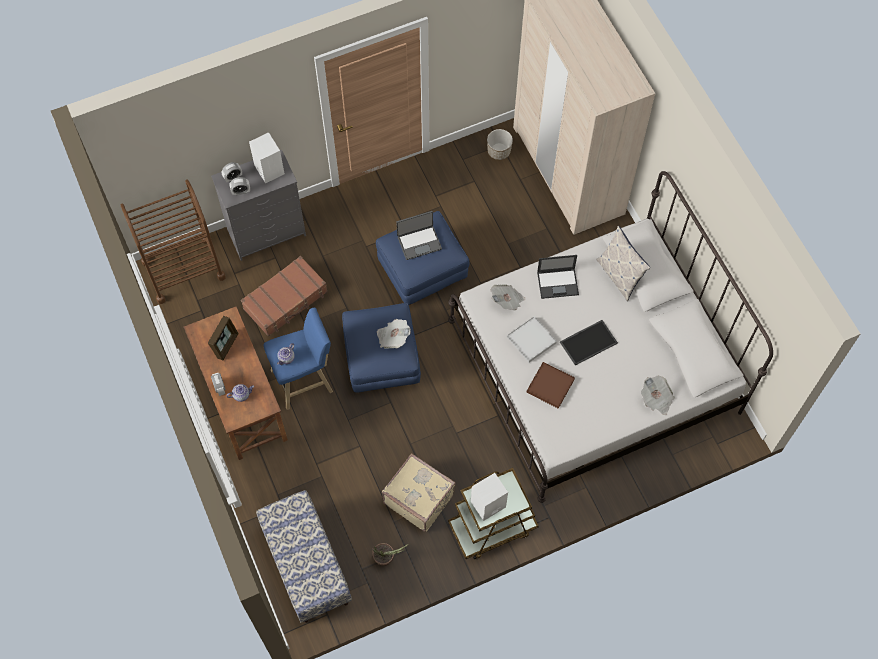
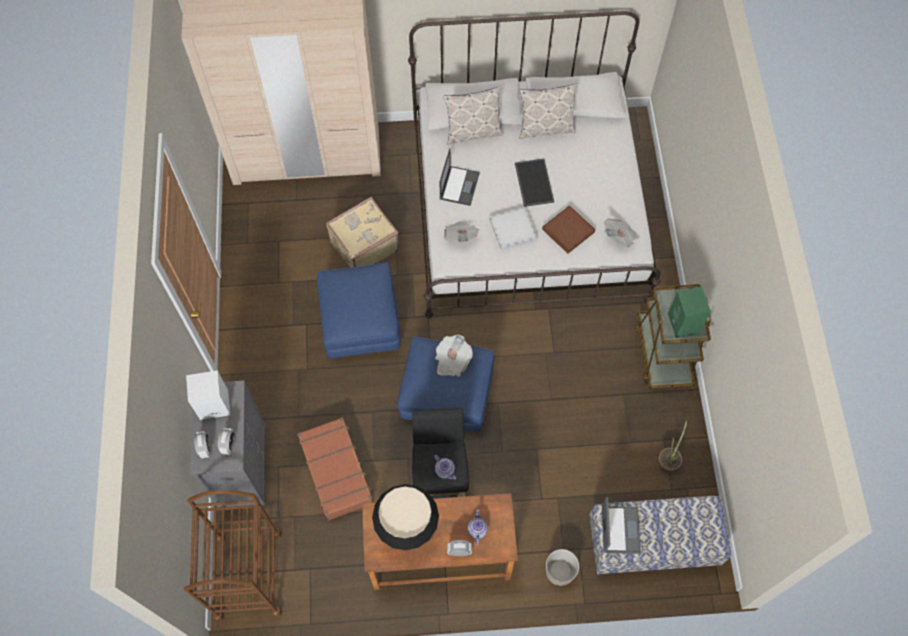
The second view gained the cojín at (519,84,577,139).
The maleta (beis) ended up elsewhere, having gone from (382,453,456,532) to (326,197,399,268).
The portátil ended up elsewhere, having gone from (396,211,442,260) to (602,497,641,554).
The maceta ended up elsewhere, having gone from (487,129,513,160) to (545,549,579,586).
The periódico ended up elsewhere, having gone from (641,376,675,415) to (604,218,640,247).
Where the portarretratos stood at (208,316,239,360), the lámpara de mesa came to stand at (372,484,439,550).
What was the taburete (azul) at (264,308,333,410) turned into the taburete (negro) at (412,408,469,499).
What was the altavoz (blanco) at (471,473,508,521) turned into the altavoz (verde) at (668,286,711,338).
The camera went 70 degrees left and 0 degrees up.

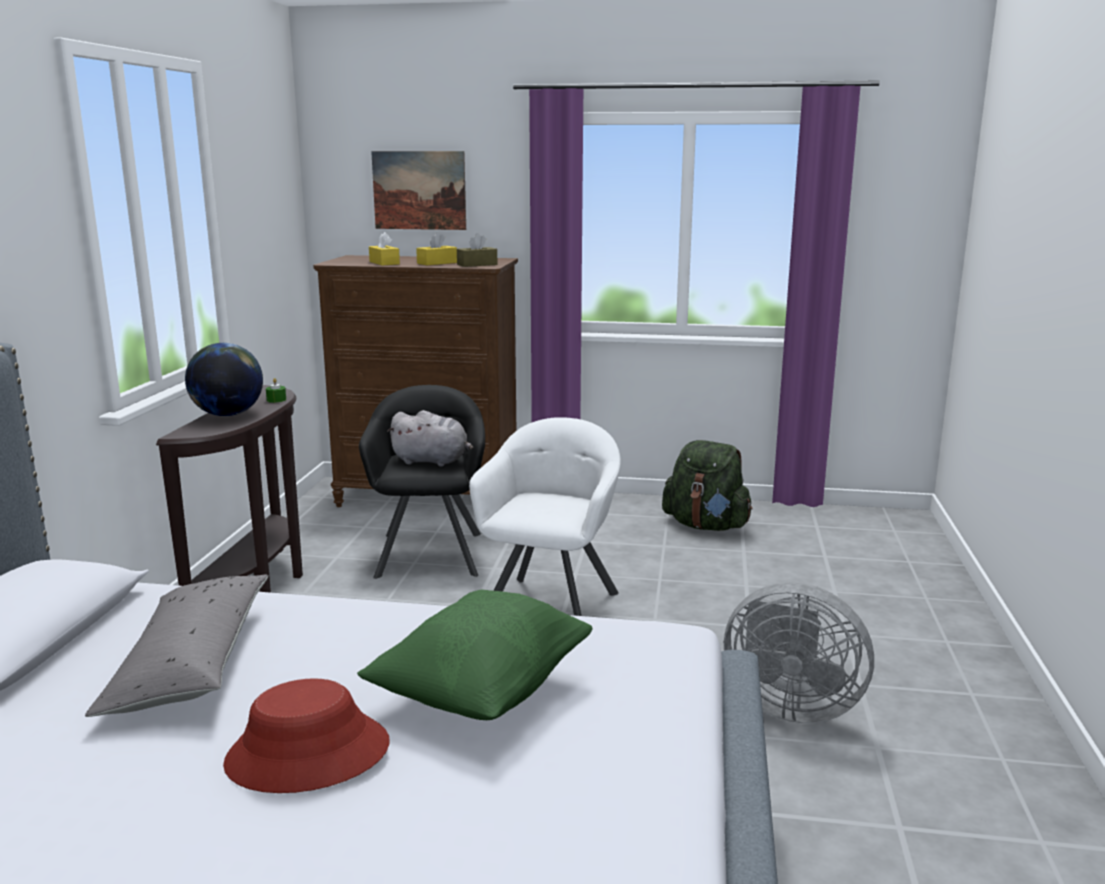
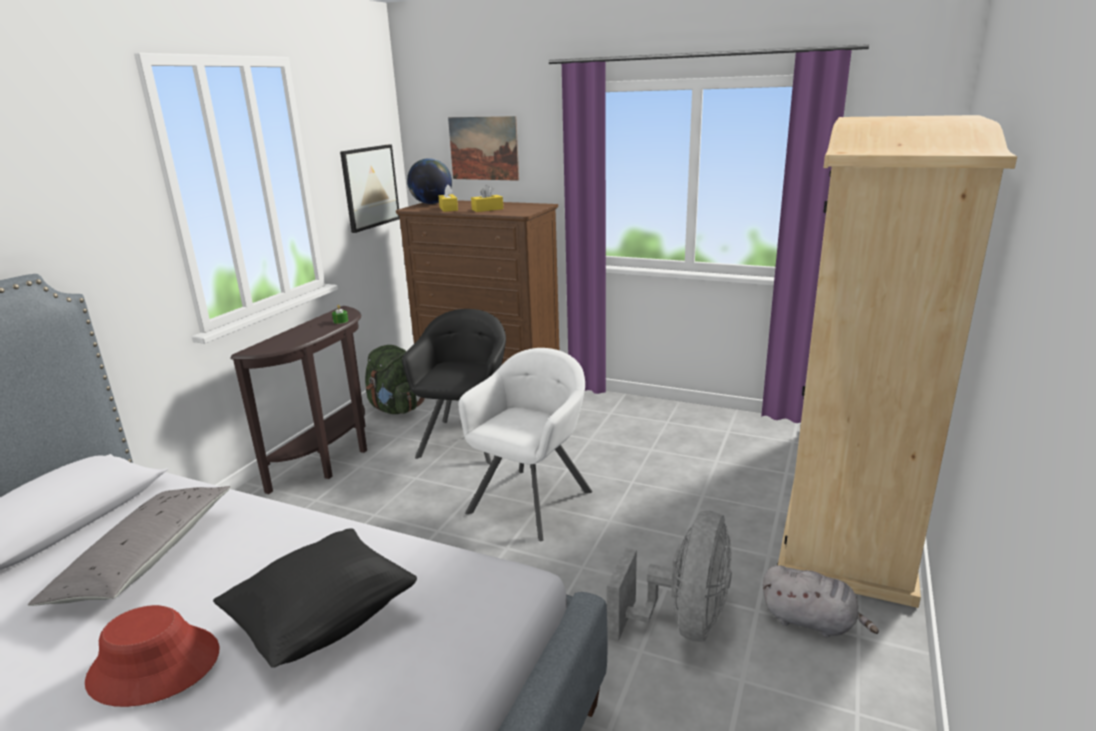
The second view lost the caja de pañuelos (marrón) at (457,233,497,267).
The second view gained the cuadro at (340,144,400,233).
The second view gained the armario ropero (beis) at (777,115,1017,608).
The globo terráqueo ended up elsewhere, having gone from (185,343,263,416) to (407,158,452,204).
The peluche (gris) ended up elsewhere, having gone from (387,410,473,467) to (763,565,879,638).
The mochila (verde) ended up elsewhere, having gone from (662,440,753,531) to (365,345,425,414).
What was the cojín (verde) at (357,590,593,720) turned into the cojín (negro) at (213,528,417,668).
The ventilador (gris) at (724,582,874,723) ended up facing another way, 105 degrees counterclockwise from before.
The camera went 15 degrees right and 5 degrees up.

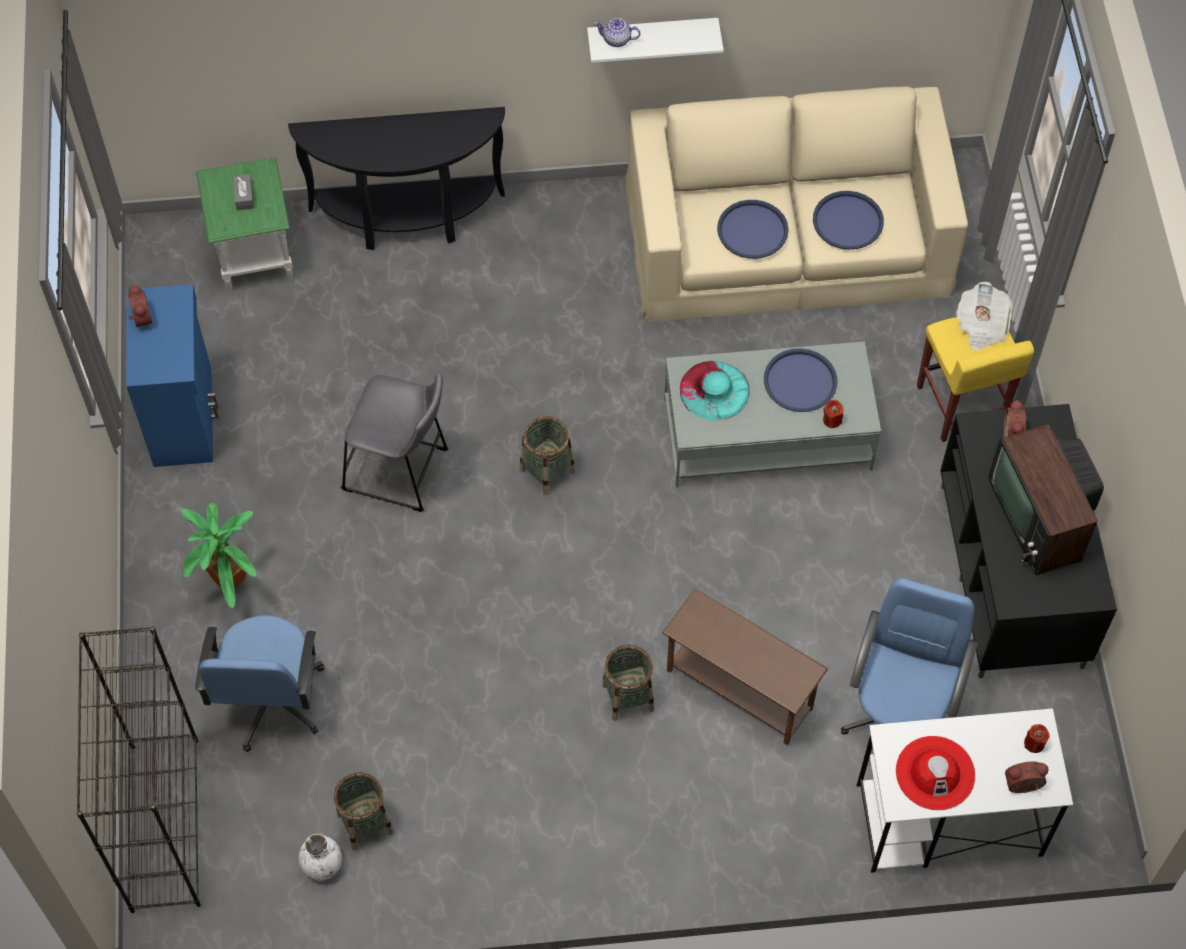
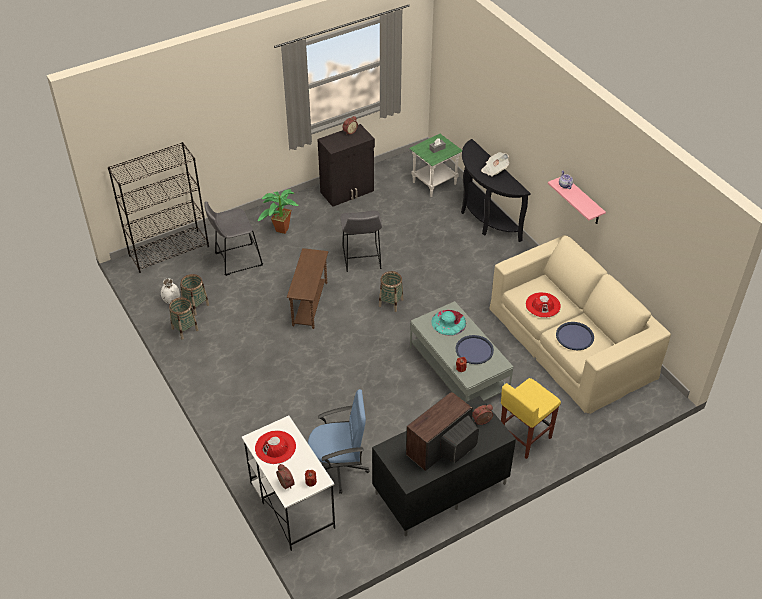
The cesta ended up elsewhere, having gone from (602,645,654,721) to (169,297,198,340).
The mesa auxiliar (marrón) ended up elsewhere, having gone from (663,589,828,745) to (287,248,328,329).
The periódico ended up elsewhere, having gone from (956,282,1013,350) to (481,152,509,177).
Where the silla de oficina (azul) stood at (195,615,324,752), the taburete (gris) came to stand at (204,201,263,276).
Where the bandeja (azul) stood at (717,200,789,259), the sombrero (rojo) came to stand at (526,292,561,318).
What was the armario (azul) at (126,284,219,467) turned into the armario (negro) at (317,124,375,207).
What was the estante (blanco) at (587,18,723,63) turned into the estante (rosa) at (548,177,606,224).
The camera went 65 degrees right and 15 degrees down.

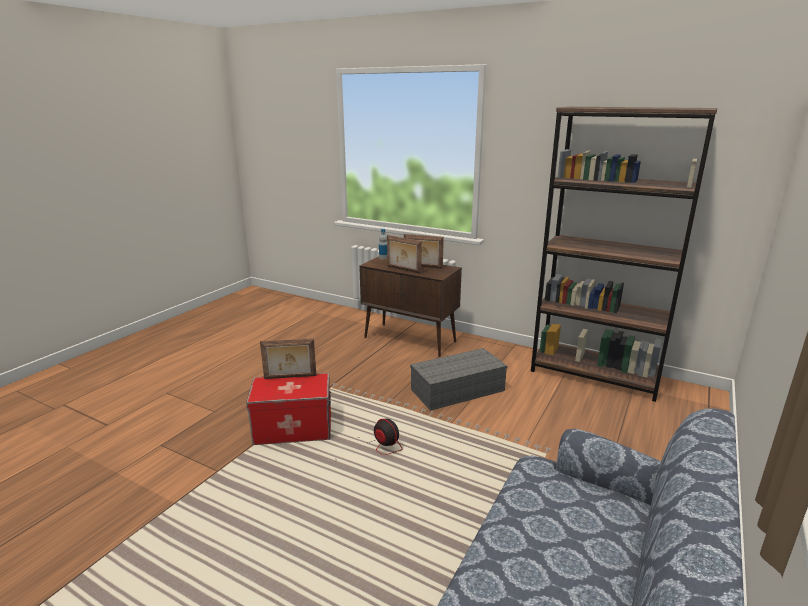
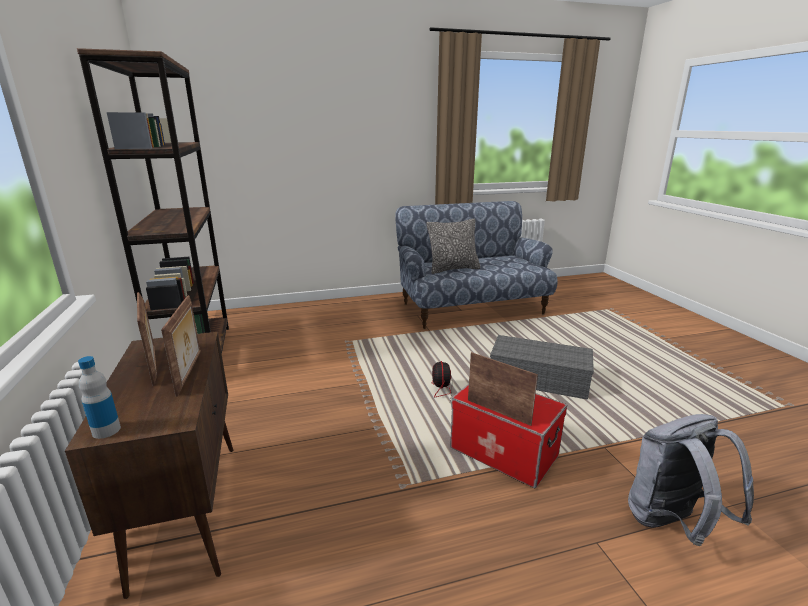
The second view gained the cojín at (426,218,481,274).
The second view gained the mochila (gris) at (628,414,754,546).
The caja de almacenaje (gris) ended up elsewhere, having gone from (410,348,508,411) to (490,335,594,400).
The camera went 135 degrees left and 0 degrees up.

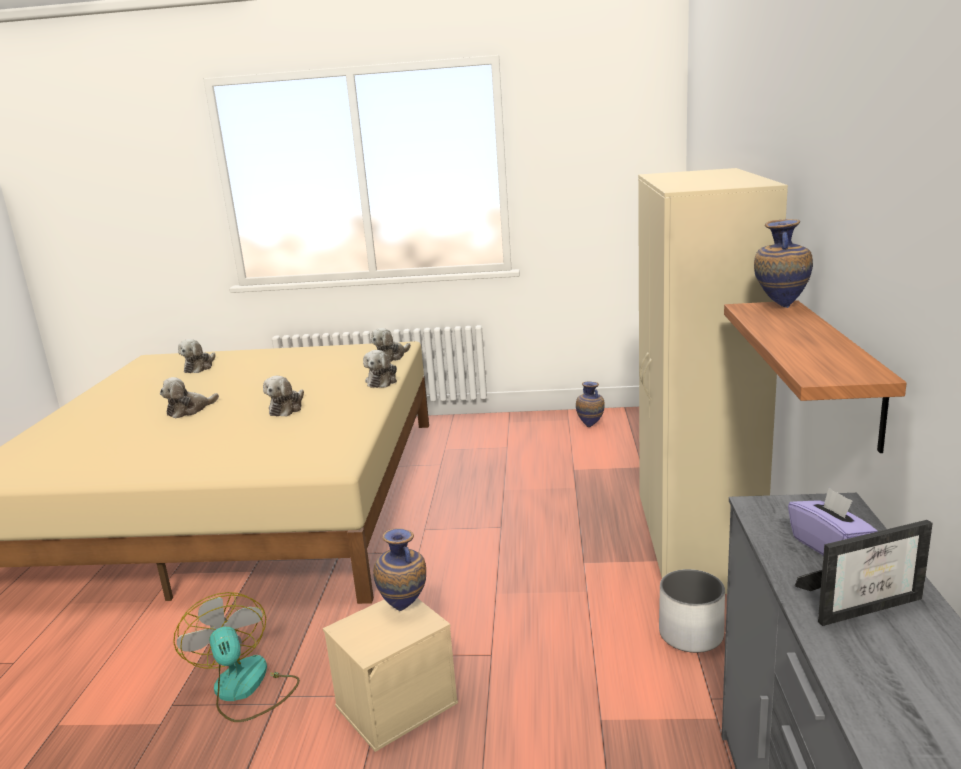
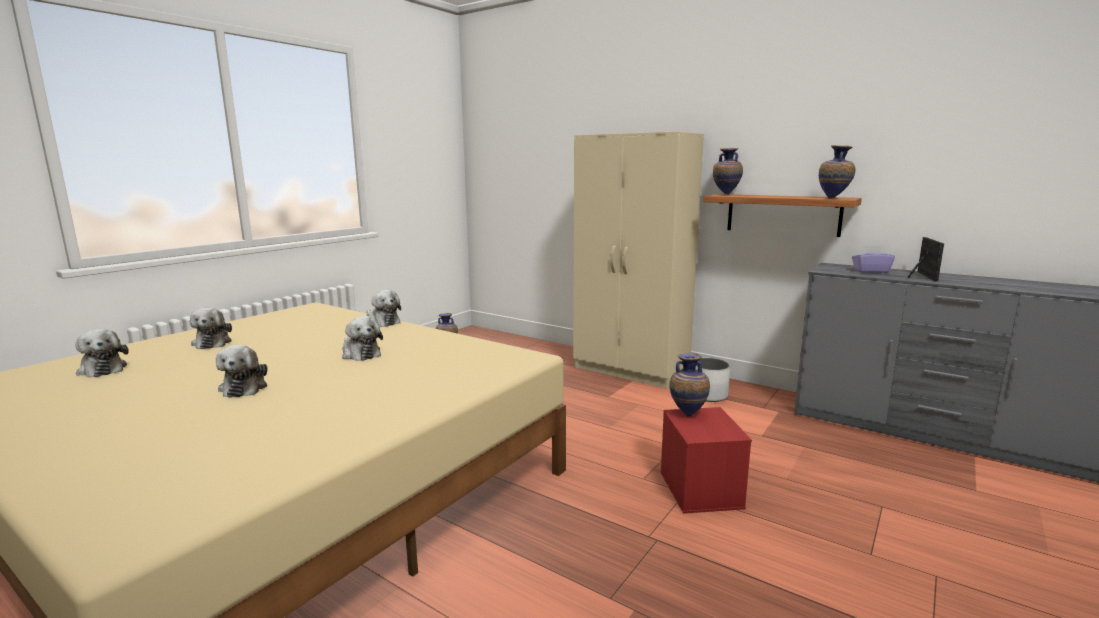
The second view lost the ventilador at (173,592,300,722).
The second view gained the florero at (819,145,856,198).
The peluche ended up elsewhere, having gone from (371,328,411,362) to (190,308,232,349).
What was the caja de almacenaje (beis) at (323,598,458,752) turned into the caja de almacenaje (rojo) at (661,407,752,514).
The camera went 60 degrees left and 5 degrees down.

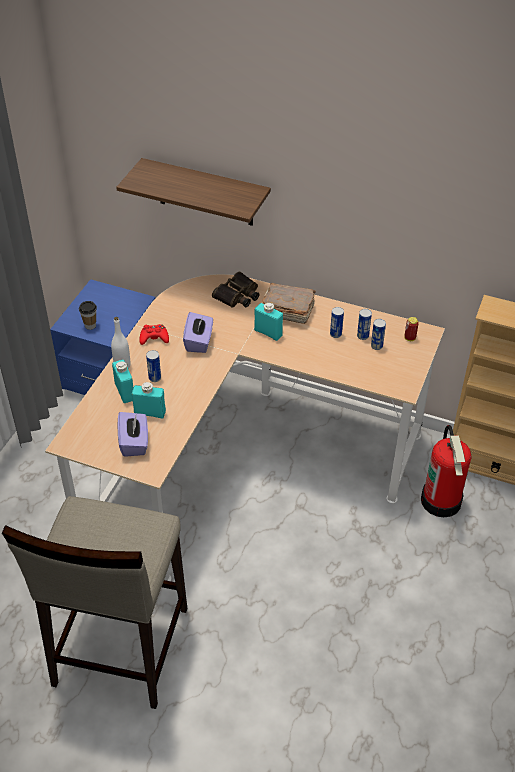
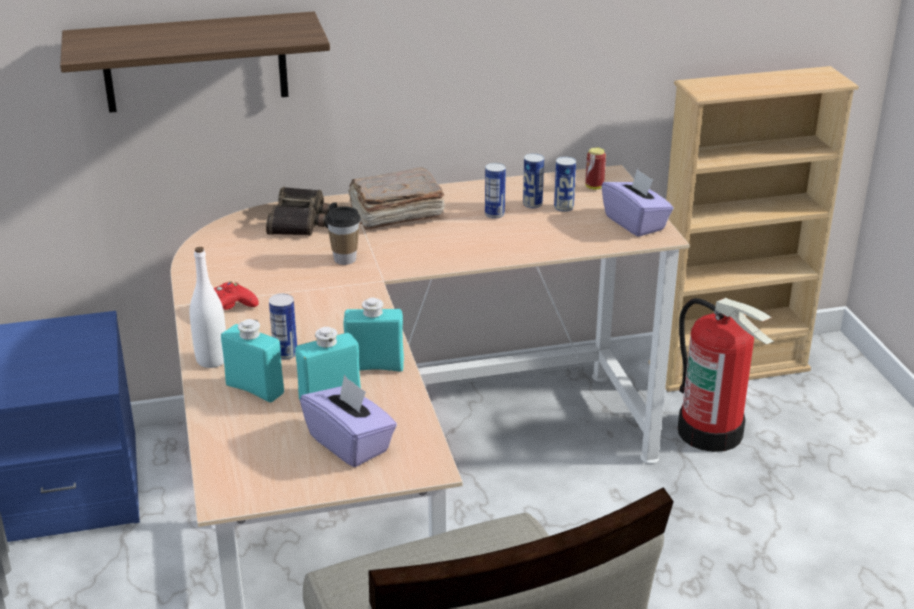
The taza ended up elsewhere, having gone from (79,301,97,330) to (325,206,361,265).
The caja de pañuelos (morado) ended up elsewhere, having gone from (183,312,213,353) to (601,169,674,237).
The botella (turquesa) ended up elsewhere, having gone from (254,303,283,341) to (343,298,404,371).
The camera went 35 degrees left and 15 degrees down.

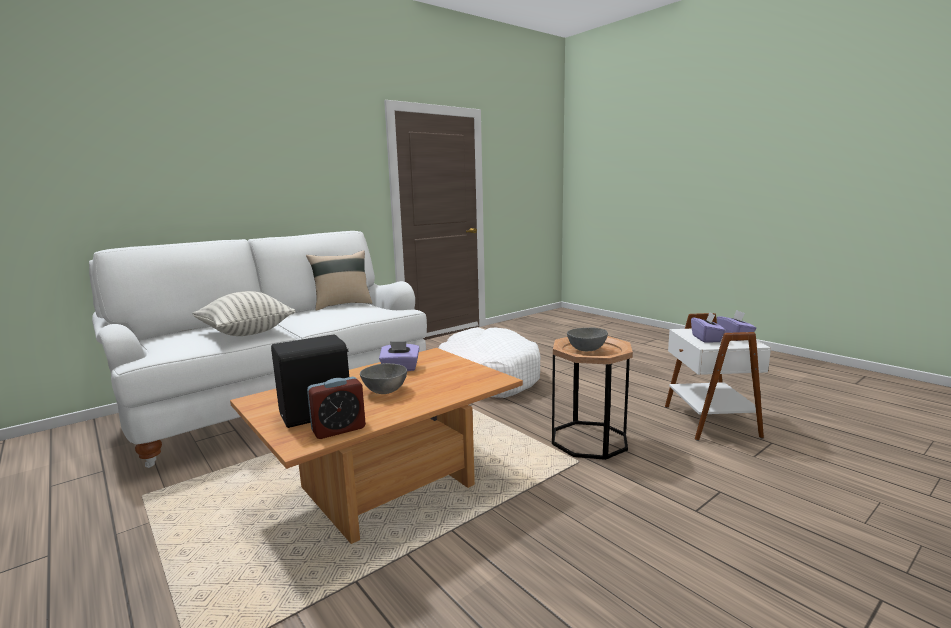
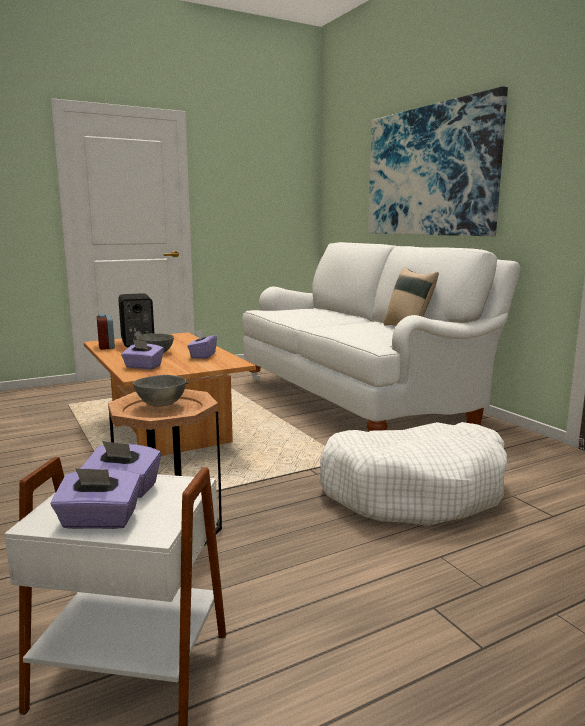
The second view lost the cojín at (192,291,295,336).
The second view gained the caja de pañuelos (morado) at (121,339,164,369).
The second view gained the cuadro at (368,86,508,236).
The camera went 100 degrees right and 0 degrees up.

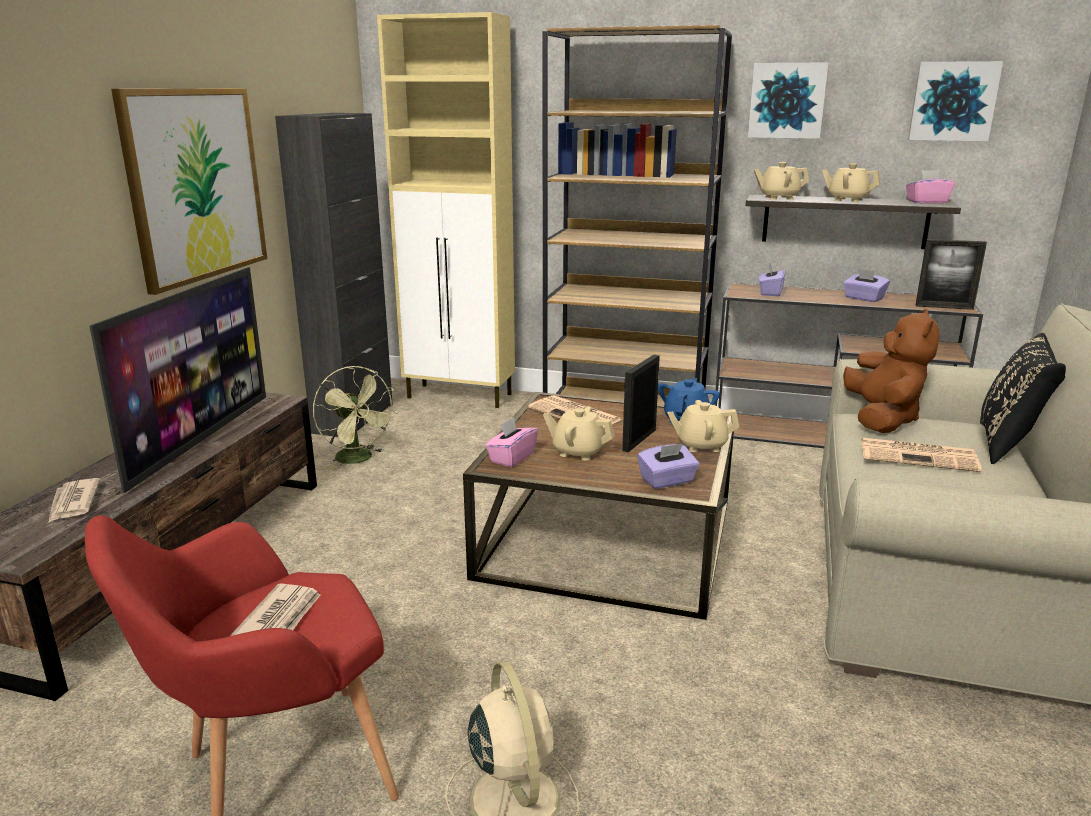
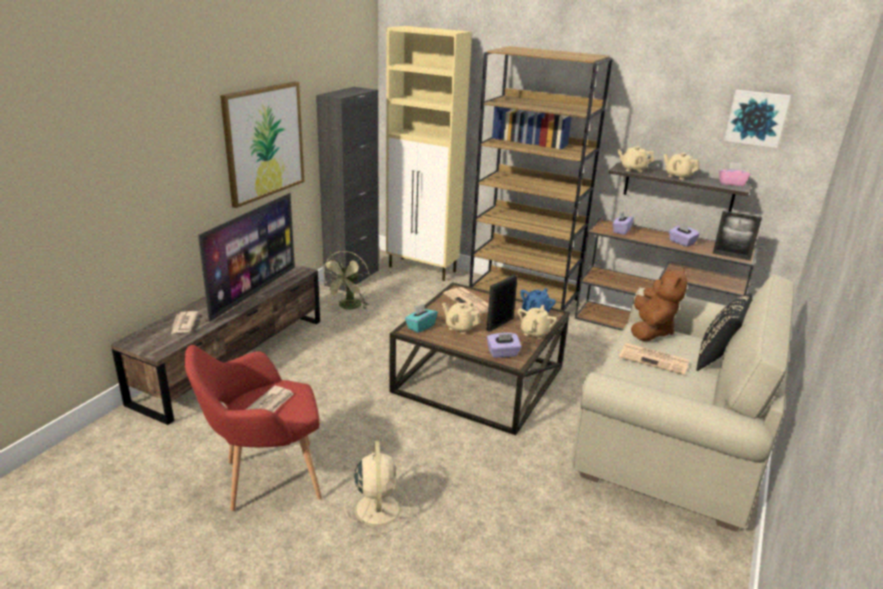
The second view lost the cuadro at (748,62,828,139).
What was the caja de pañuelos (rosa) at (485,417,538,467) turned into the caja de pañuelos (turquesa) at (405,304,438,333).
The ventilador (verde) at (313,366,397,470) ended up facing another way, 45 degrees clockwise from before.
The tetera (beis) at (667,400,739,452) ended up facing another way, 105 degrees clockwise from before.
The camera went 10 degrees right and 5 degrees up.

